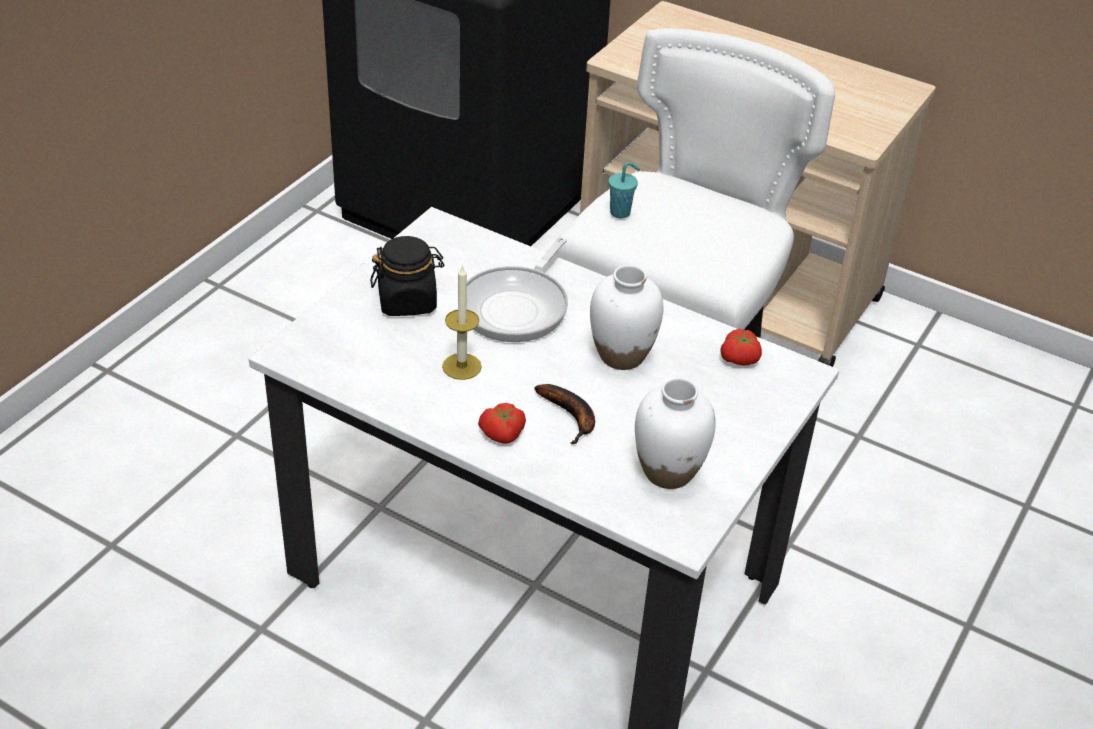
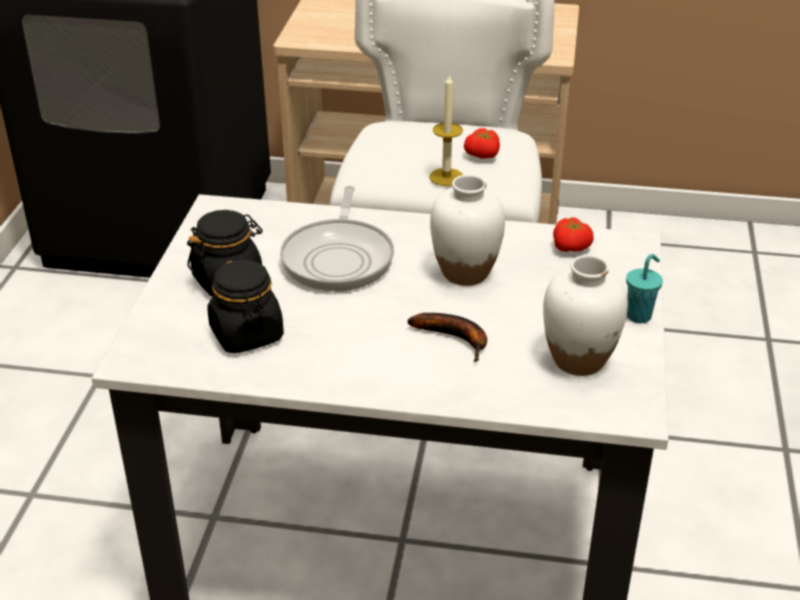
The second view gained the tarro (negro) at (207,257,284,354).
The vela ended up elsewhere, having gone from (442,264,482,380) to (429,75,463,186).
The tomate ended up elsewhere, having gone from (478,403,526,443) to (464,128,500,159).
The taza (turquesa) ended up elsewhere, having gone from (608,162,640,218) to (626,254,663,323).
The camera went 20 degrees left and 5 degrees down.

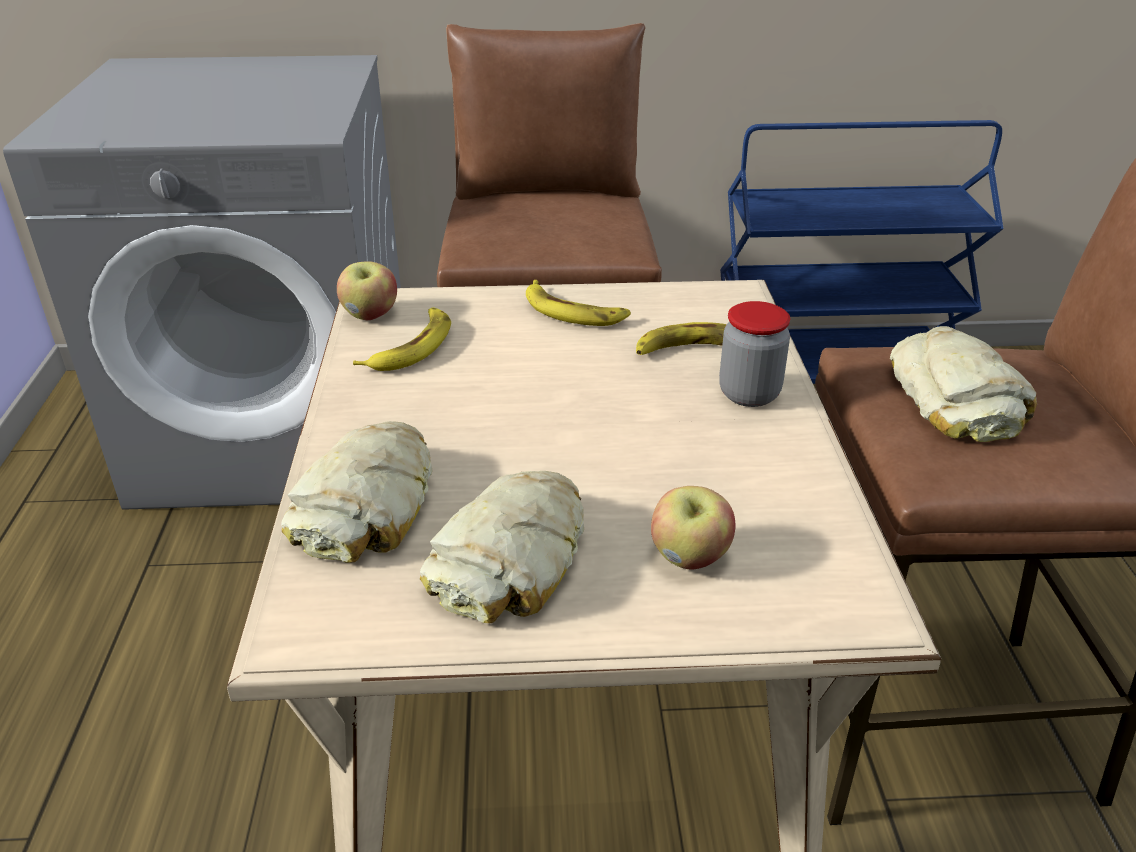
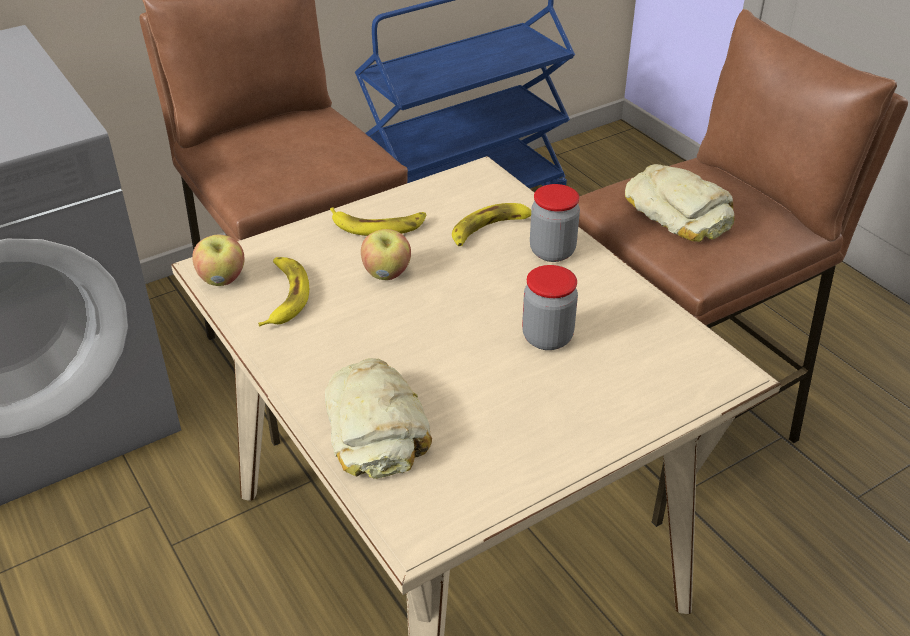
The second view lost the pan at (420,471,584,623).
The second view gained the tarro at (522,265,578,350).
The manzana ended up elsewhere, having gone from (651,486,735,569) to (361,229,411,280).
The camera went 30 degrees left and 5 degrees up.

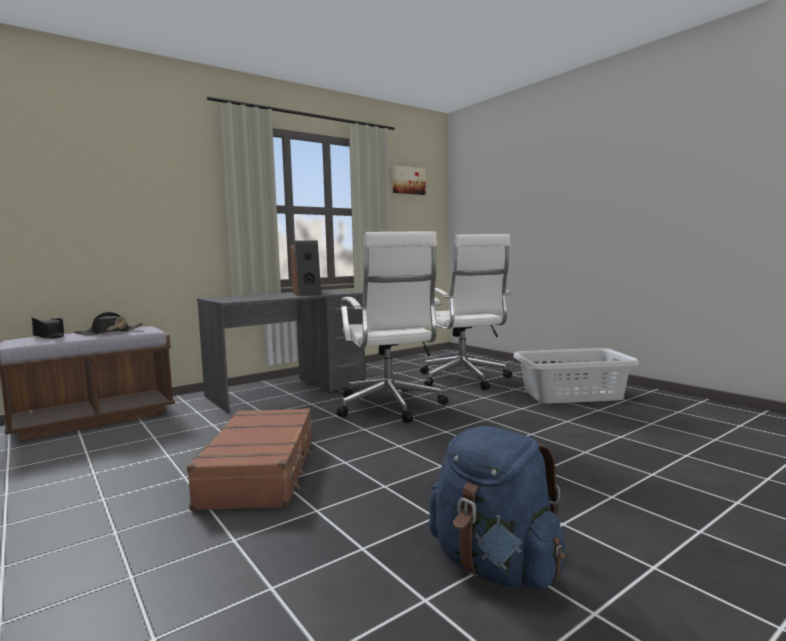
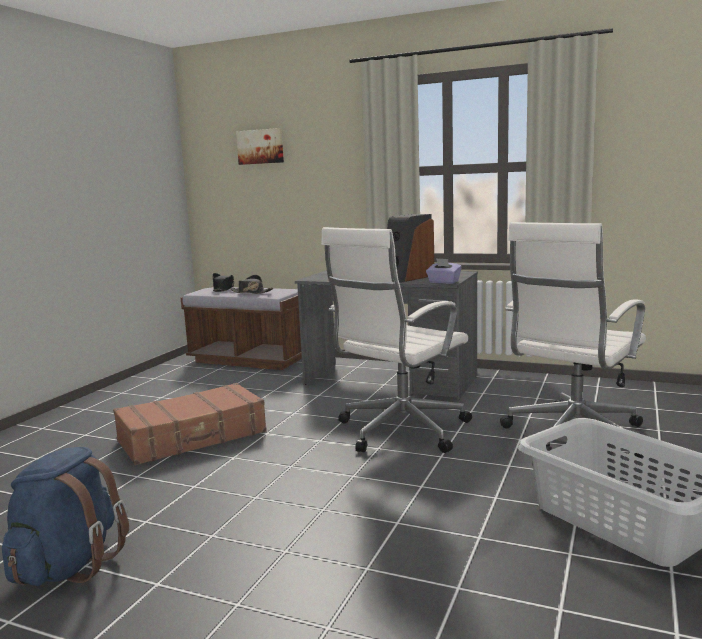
The second view gained the caja de pañuelos (morado) at (426,258,462,284).
The cuadro ended up elsewhere, having gone from (392,165,426,195) to (236,128,284,165).
The camera went 60 degrees right and 5 degrees up.

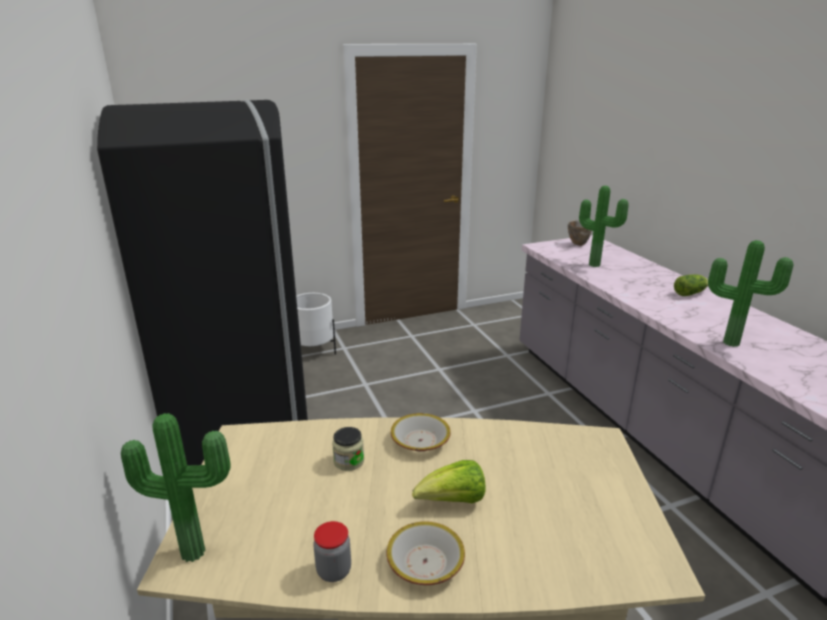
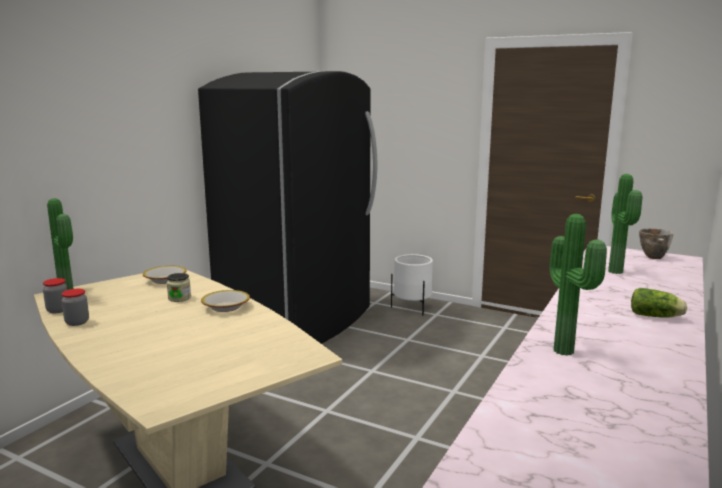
The second view lost the lechuga at (412,460,486,503).
The second view gained the tarro at (43,278,68,313).
The cuenco ended up elsewhere, having gone from (387,521,465,585) to (143,266,187,284).
The camera went 50 degrees right and 10 degrees down.

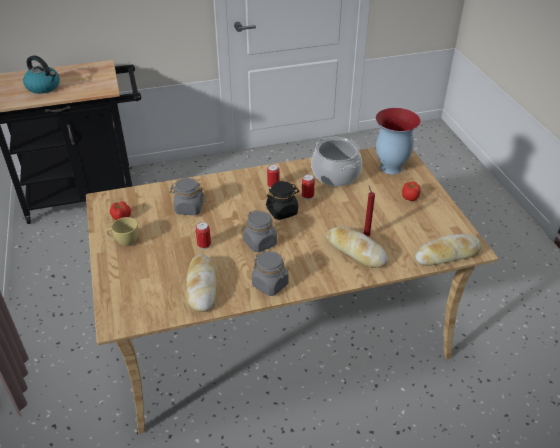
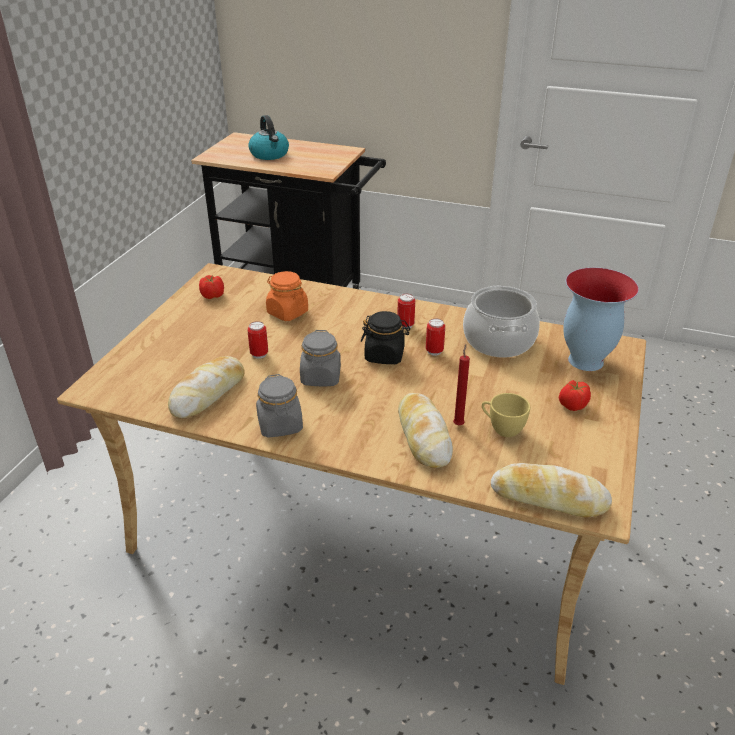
The taza (amarillo) ended up elsewhere, having gone from (106,217,138,246) to (482,393,530,437).
What was the tarro (gris) at (169,178,205,215) turned into the tarro (naranja) at (266,271,308,321).
The camera went 35 degrees right and 5 degrees down.

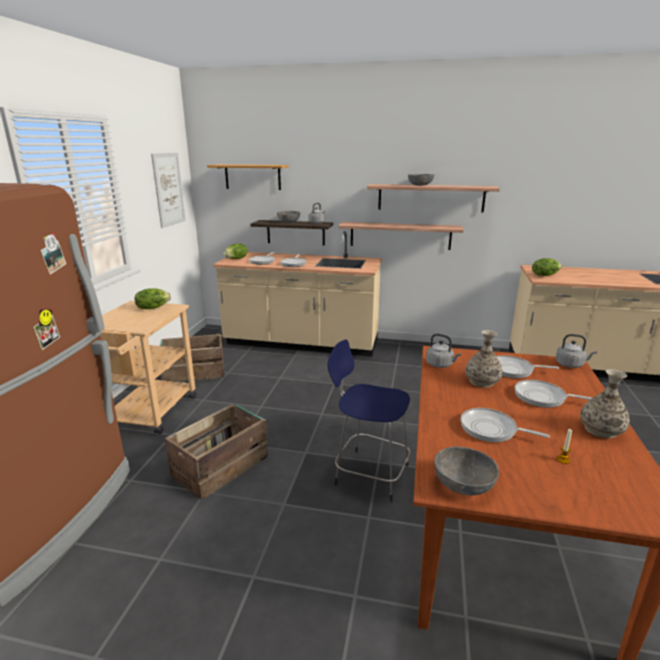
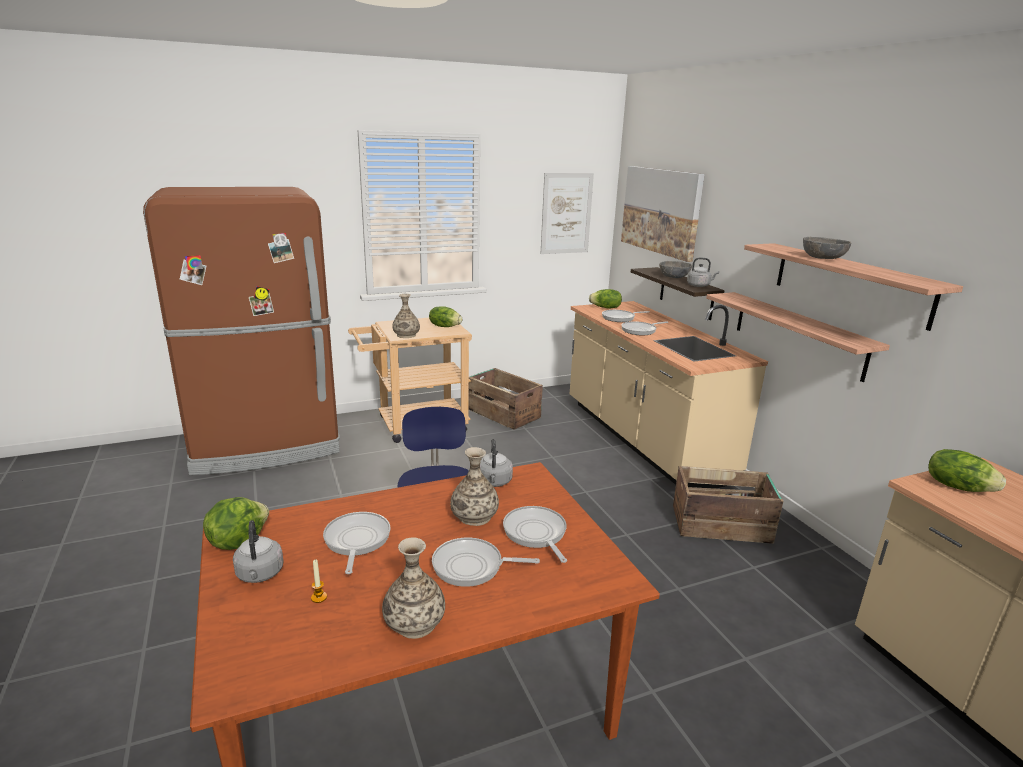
The second view gained the florero at (392,294,420,338).
The caja de embalaje ended up elsewhere, having gone from (165,403,268,500) to (673,466,783,544).
The hervidor (gris) ended up elsewhere, having gone from (556,334,597,368) to (233,520,284,583).
Where the estante hung at (207,164,289,190), the cuadro came to hang at (621,166,705,262).
Where the cuenco (gris) stood at (434,447,499,495), the lechuga came to stand at (203,497,269,550).
The sartén at (515,380,592,408) ended up facing another way, 75 degrees counterclockwise from before.
The camera went 55 degrees right and 0 degrees up.

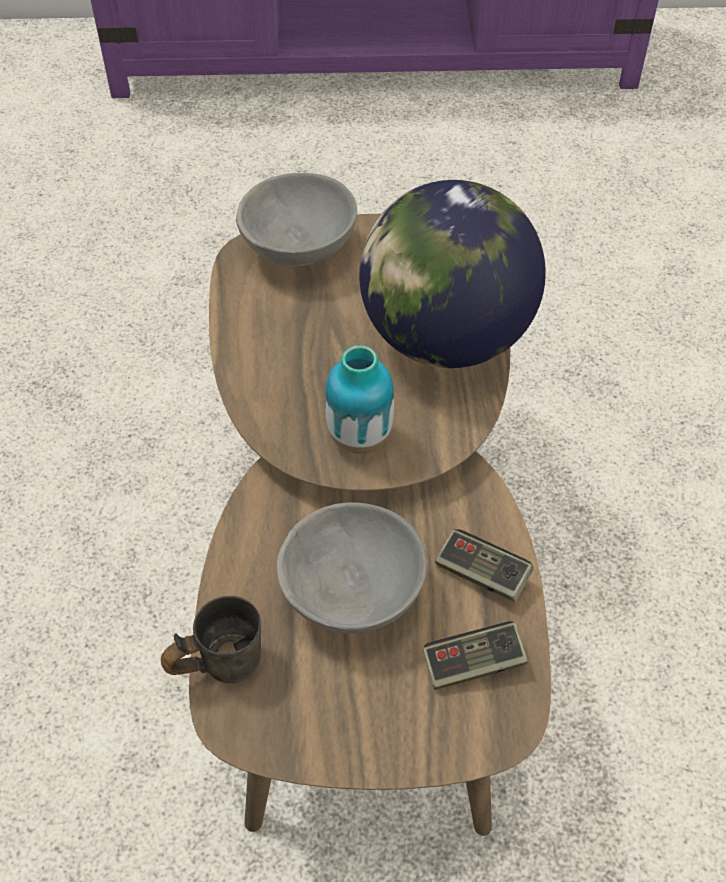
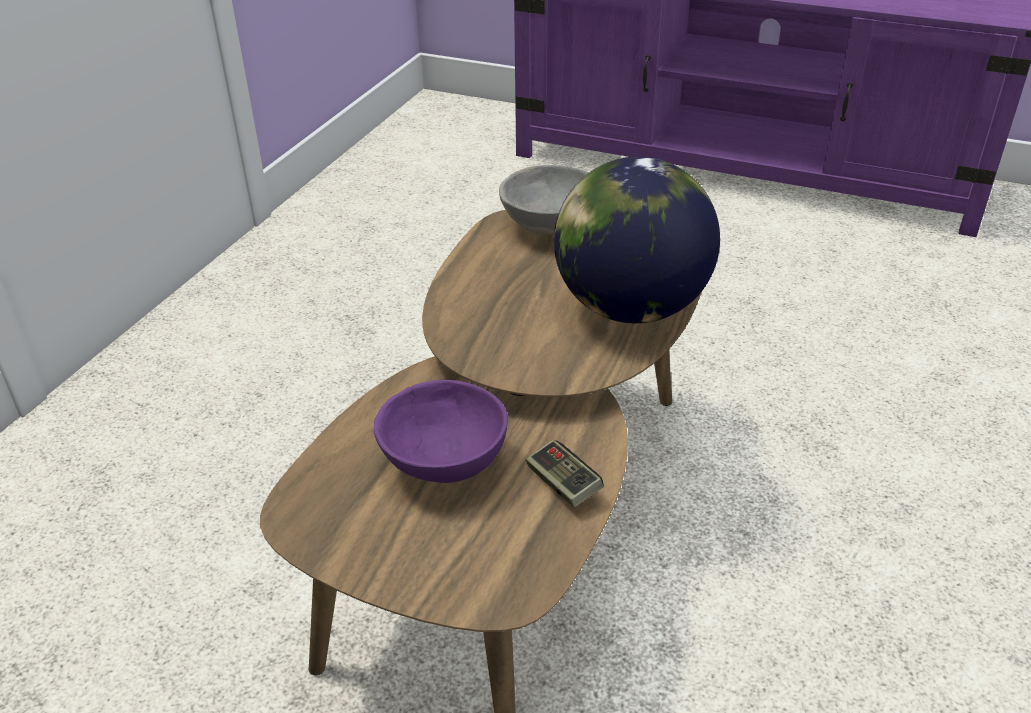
The second view lost the taza grande (gris) at (161,596,261,683).
The second view lost the florero at (325,345,394,454).
The second view lost the mando de consola at (423,621,528,690).
What was the cuenco (gris) at (276,502,427,633) turned into the cuenco (morado) at (374,380,508,483).
The camera went 25 degrees right and 15 degrees down.

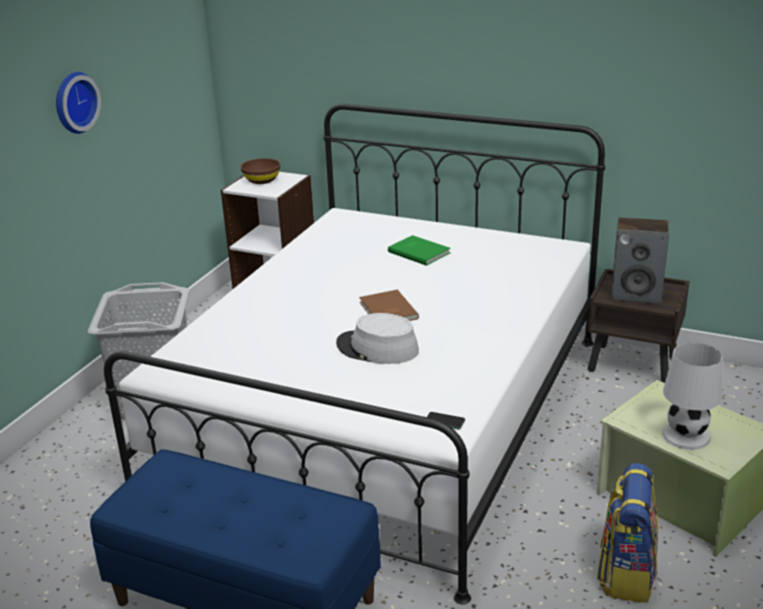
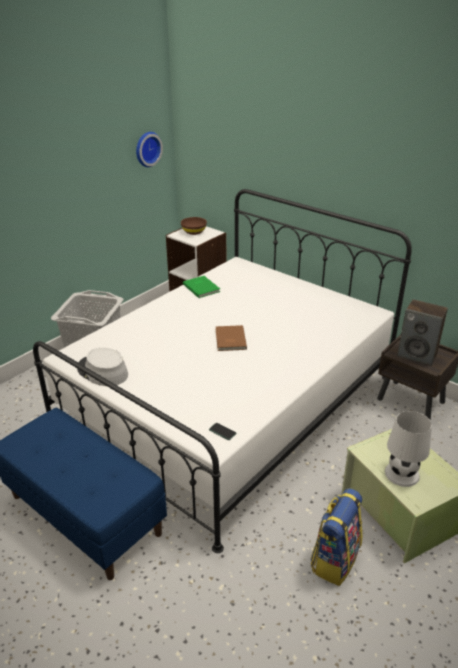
The reloj de pared ended up elsewhere, having gone from (56,72,101,134) to (136,132,163,167).
The sombrero (gris) ended up elsewhere, having gone from (336,313,419,364) to (77,348,128,386).
The libro (verde) ended up elsewhere, having gone from (388,235,451,266) to (183,276,220,298).
The camera went 15 degrees right and 5 degrees up.

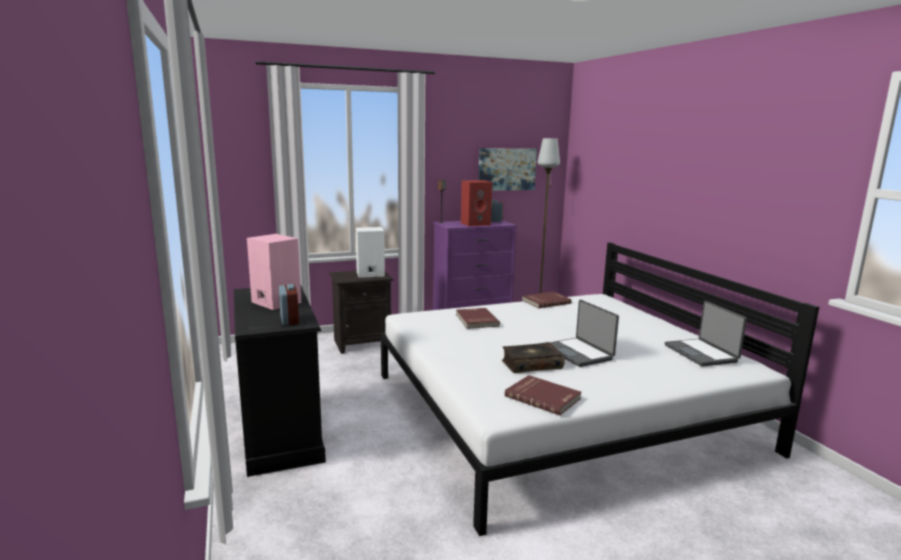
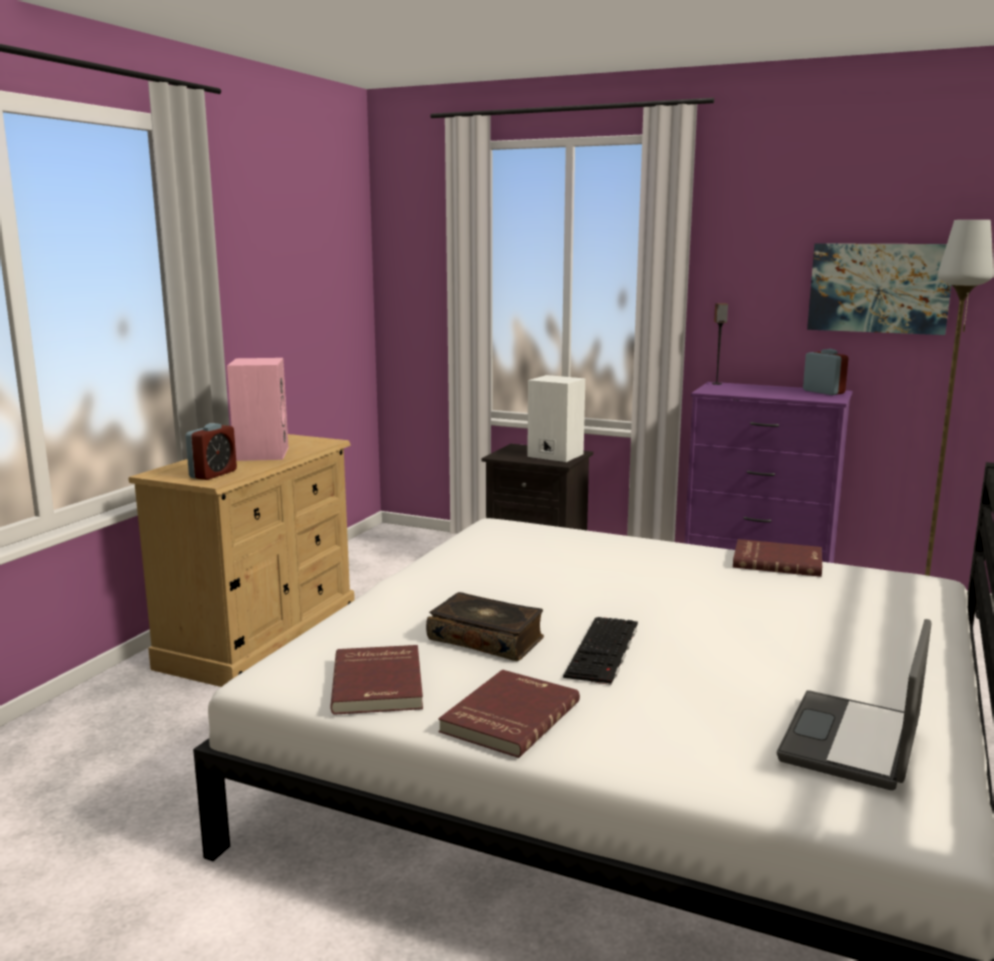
The second view lost the altavoz (rojo) at (461,180,492,226).
The libro (rojo) ended up elsewhere, having gone from (456,308,500,329) to (438,669,580,758).
Where the portátil stood at (550,300,619,367), the teclado came to stand at (563,617,638,685).
What was the cómoda (negro) at (234,286,326,477) turned into the cómoda (beis) at (129,434,355,687).
The camera went 45 degrees right and 0 degrees up.

